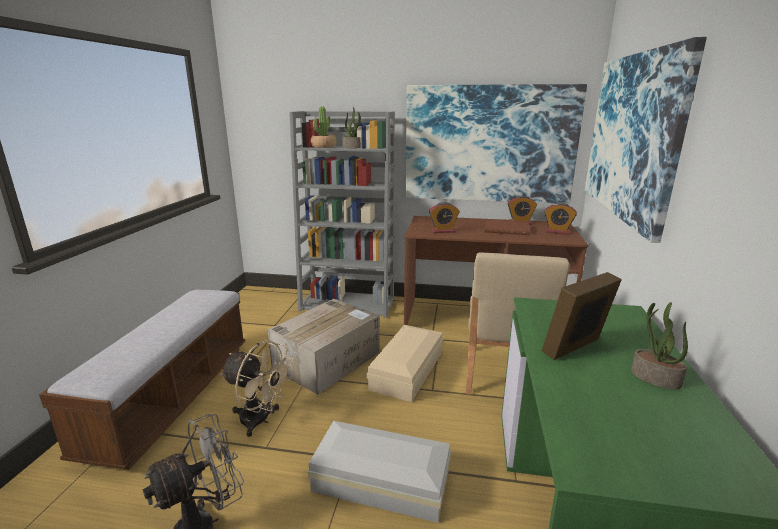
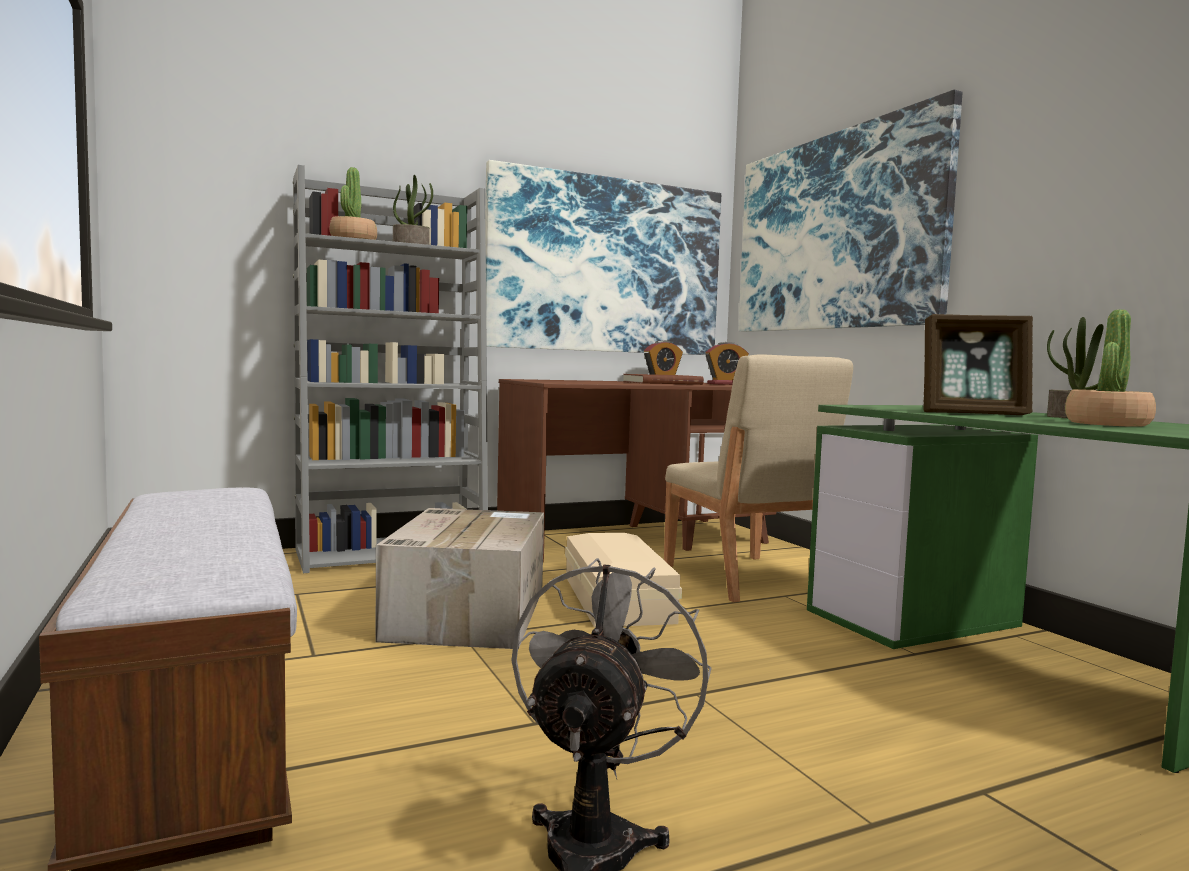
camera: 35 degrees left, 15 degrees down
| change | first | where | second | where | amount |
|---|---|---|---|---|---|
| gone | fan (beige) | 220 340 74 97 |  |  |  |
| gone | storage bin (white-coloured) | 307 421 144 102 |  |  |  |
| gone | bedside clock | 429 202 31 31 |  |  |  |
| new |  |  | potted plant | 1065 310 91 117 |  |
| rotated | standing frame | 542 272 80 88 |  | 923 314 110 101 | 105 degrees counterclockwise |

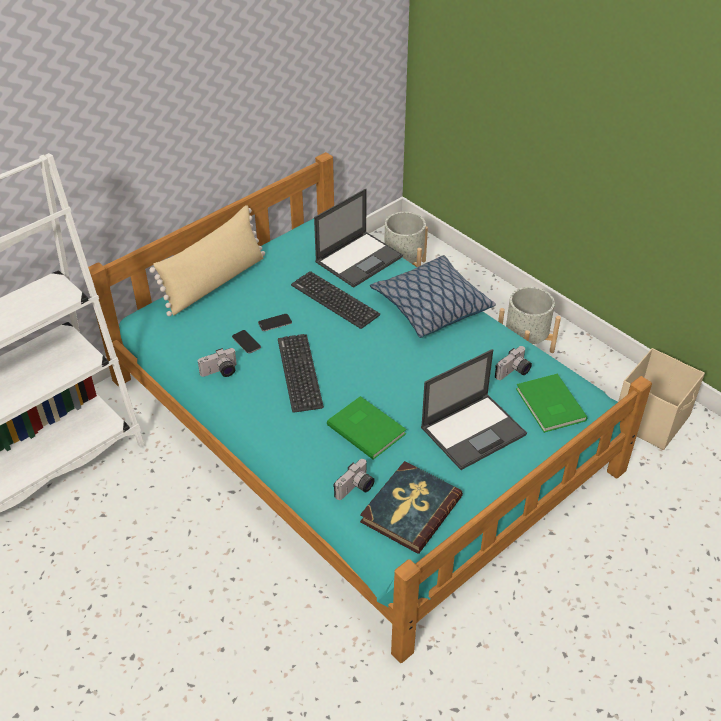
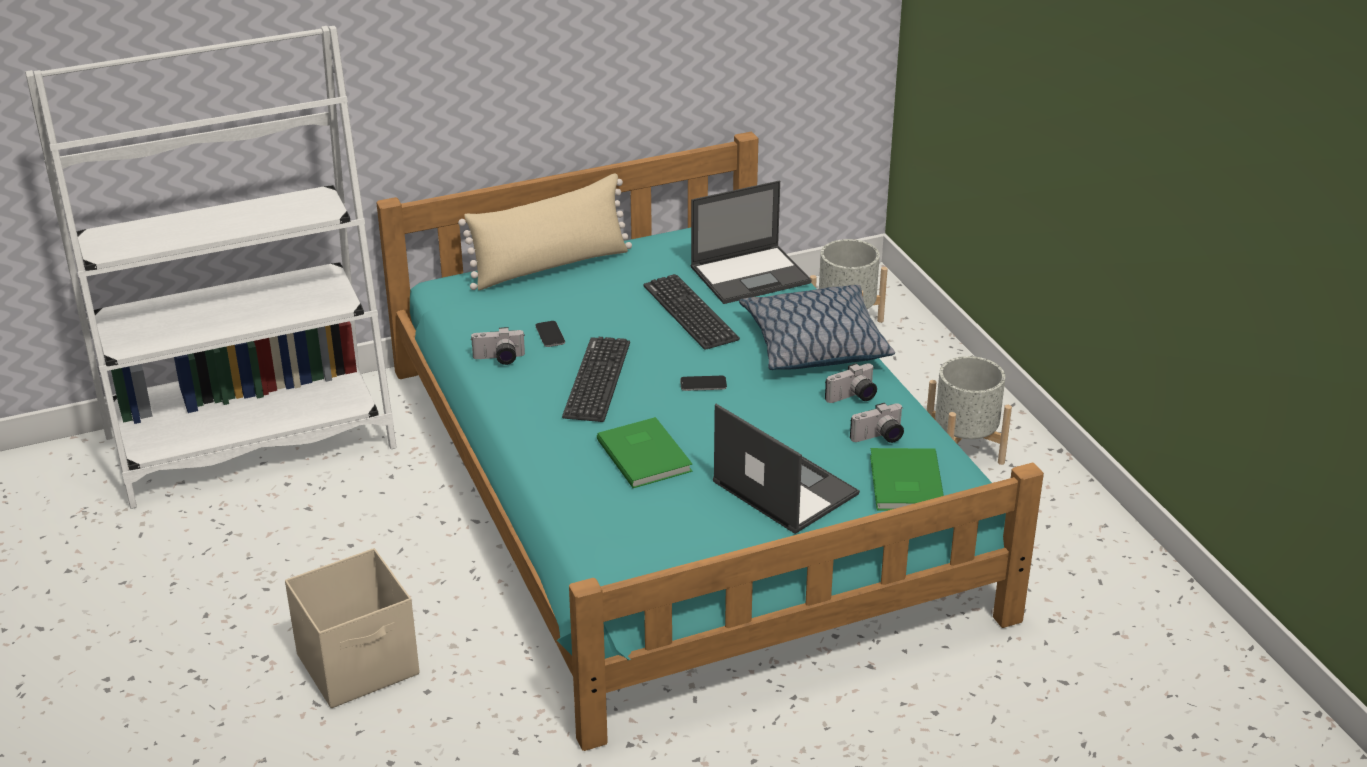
camera: 20 degrees right, 10 degrees down
| change | first | where | second | where | amount |
|---|---|---|---|---|---|
| gone | bound book | 360 461 103 93 |  |  |  |
| shifted | telephone | 258 314 34 17 |  | 680 376 47 15 |  |
| shifted | photo camera | 333 459 42 41 |  | 825 363 52 40 |  |
| shifted | storage bin (beige) | 618 348 87 102 |  | 285 548 134 160 |  |
| rotated | notebook computer | 421 349 106 121 |  | 713 404 147 130 | 120 degrees counterclockwise |

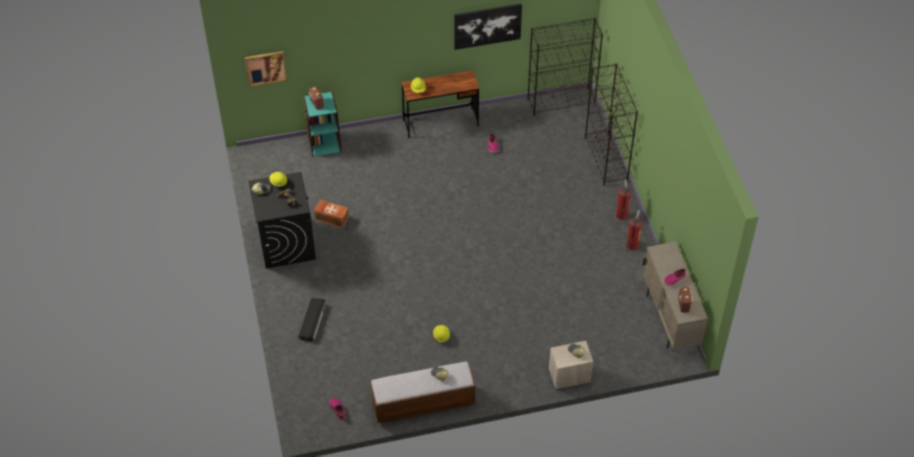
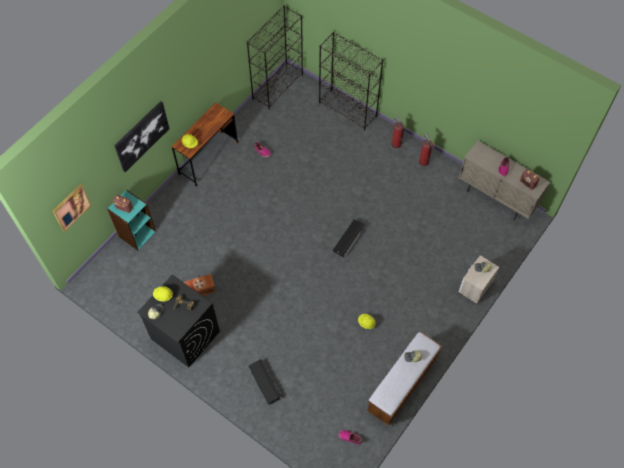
camera: 40 degrees left, 10 degrees up
| change | first | where | second | where | amount |
|---|---|---|---|---|---|
| new |  |  | storage bin (black) | 333 219 32 39 |  |
| shifted | wall picture | 454 4 68 46 |  | 114 101 55 71 |  |

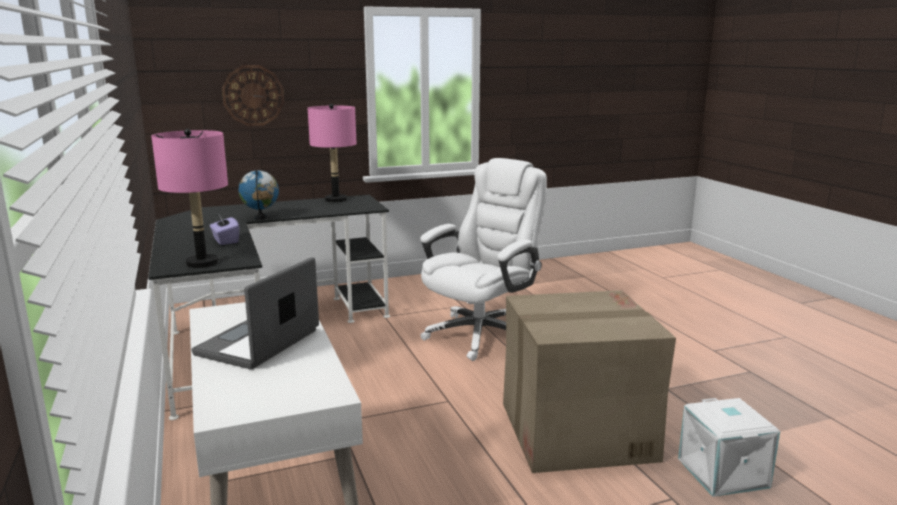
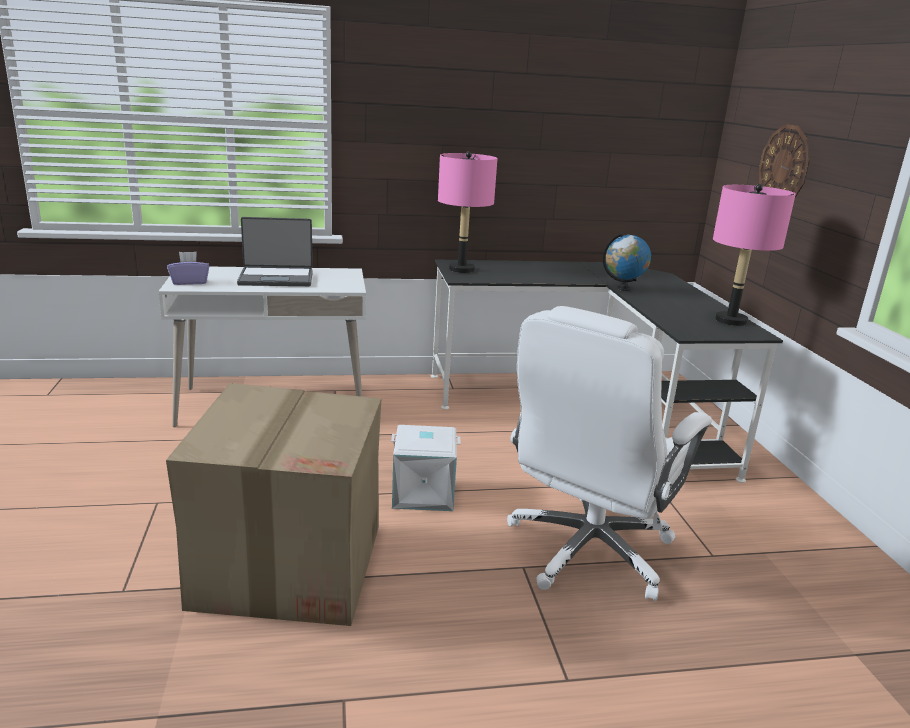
camera: 100 degrees right, 5 degrees up
| change | first | where | second | where | amount |
|---|---|---|---|---|---|
| shifted | tissue box (purple) | 210 213 29 32 |  | 167 252 42 33 |  |
| shifted | storage bin (white-coloured) | 678 398 102 99 |  | 391 425 69 86 |  |
| rotated | notebook computer | 191 257 128 112 |  | 237 217 76 69 | 135 degrees clockwise |
| rotated | desk chair (white-coloured) | 420 158 127 203 |  | 507 306 205 295 | 75 degrees clockwise |

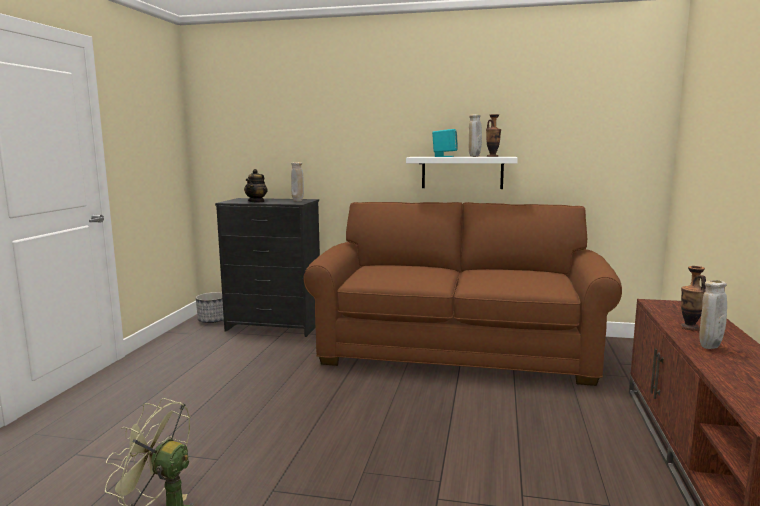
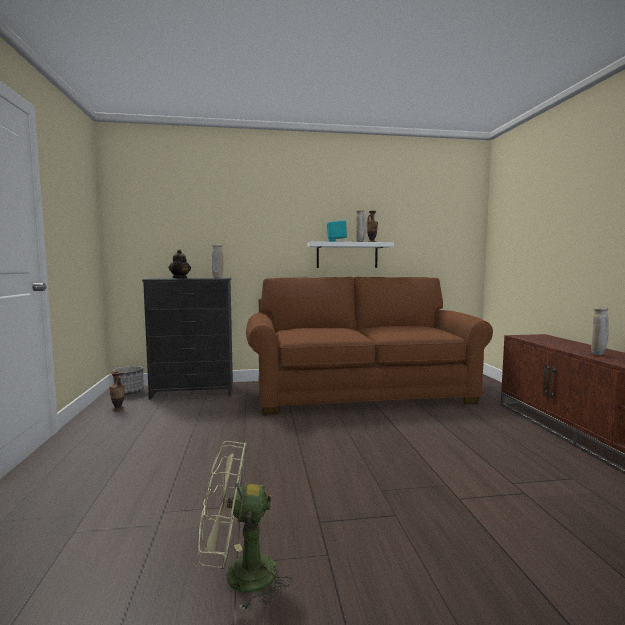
camera: 20 degrees left, 5 degrees down
| change | first | where | second | where | amount |
|---|---|---|---|---|---|
| shifted | flower vase | 680 266 26 64 |  | 109 372 15 39 |  |

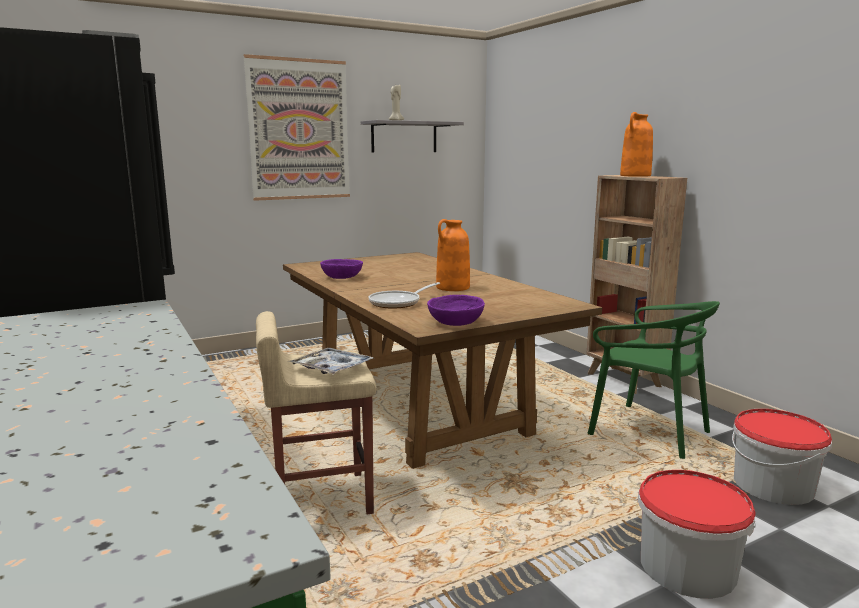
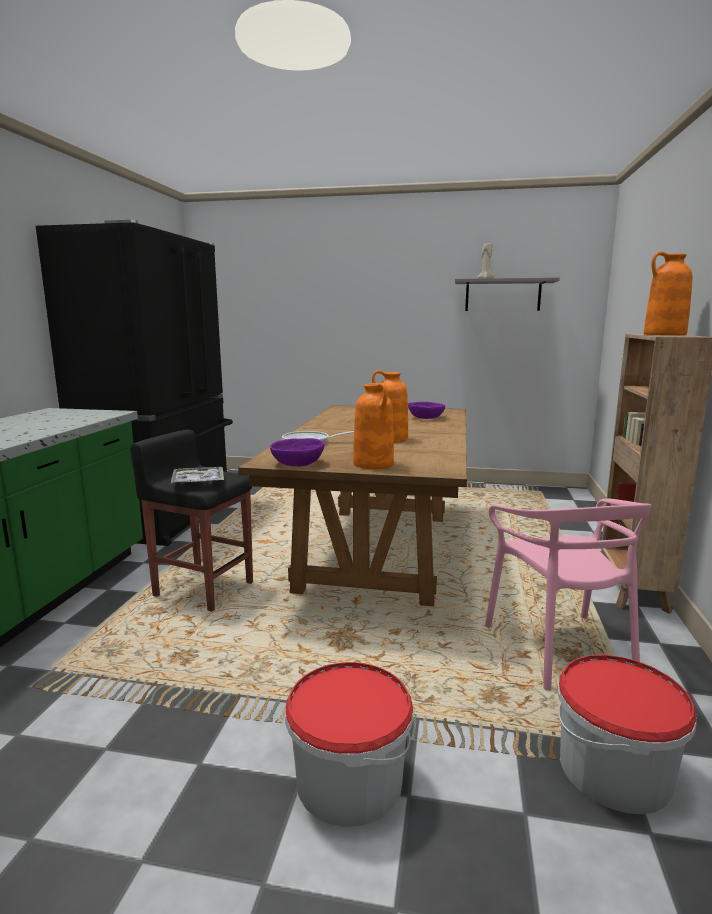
camera: 40 degrees right, 0 degrees up
| change | first | where | second | where | amount |
|---|---|---|---|---|---|
| gone | wall picture | 244 54 106 147 |  |  |  |
| new |  |  | flower vase (orange-coloured) | 353 383 41 86 |  |
| shifted | deep dish (purple) | 320 259 43 20 |  | 408 402 37 17 |  |
| repainted | sitting stool (beige) | 256 311 120 204 | sitting stool (black) | 130 430 123 182 |  |
| repainted | upright chair (green-coloured) | 588 301 132 158 | upright chair (pink-coloured) | 485 498 167 193 |  |

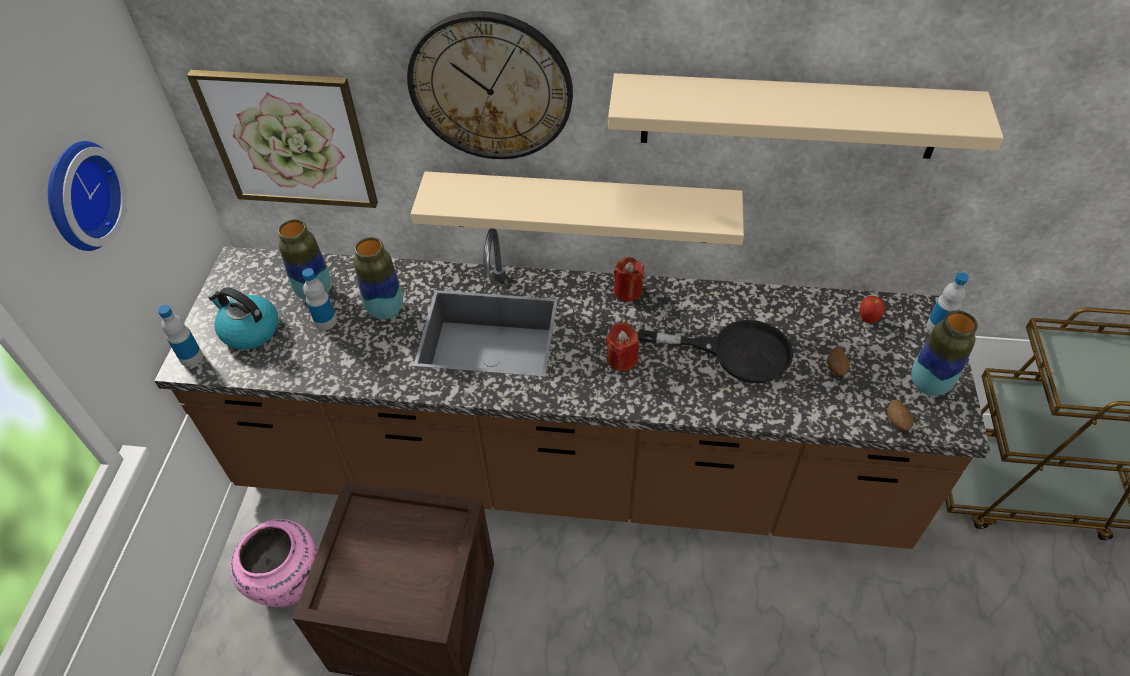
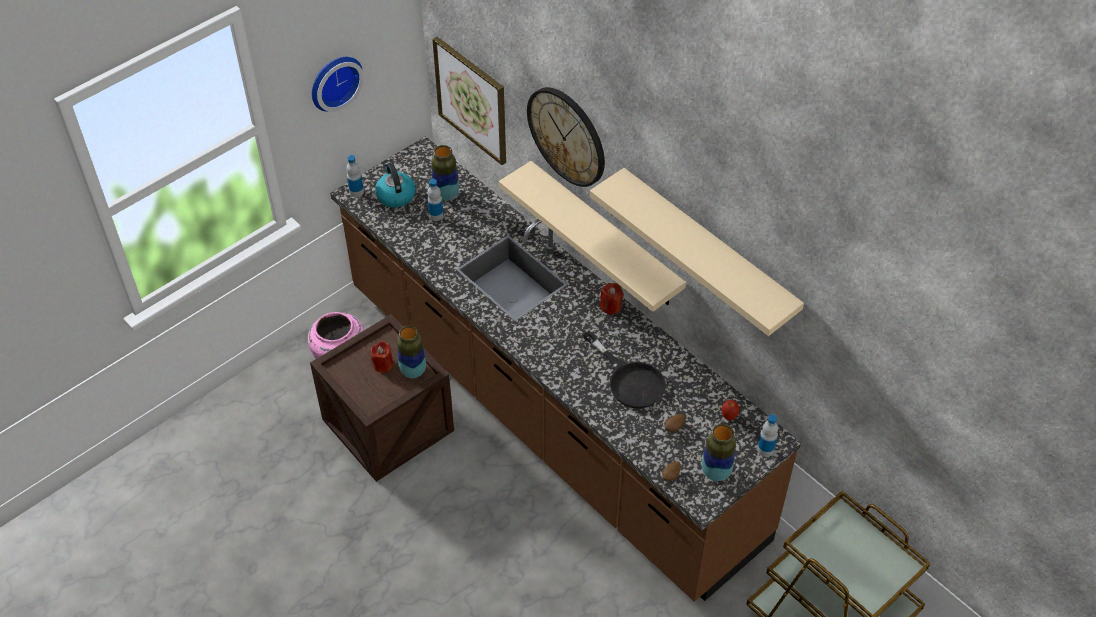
camera: 40 degrees right, 0 degrees up
| change | first | where | second | where | amount |
|---|---|---|---|---|---|
| shifted | flower vase | 354 237 49 82 |  | 397 326 29 52 |  |
| shifted | wax light (reddish) | 606 322 33 49 |  | 371 341 22 32 |  |

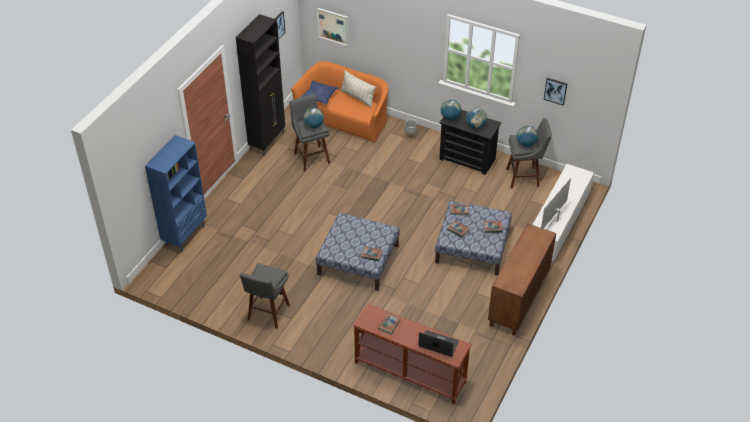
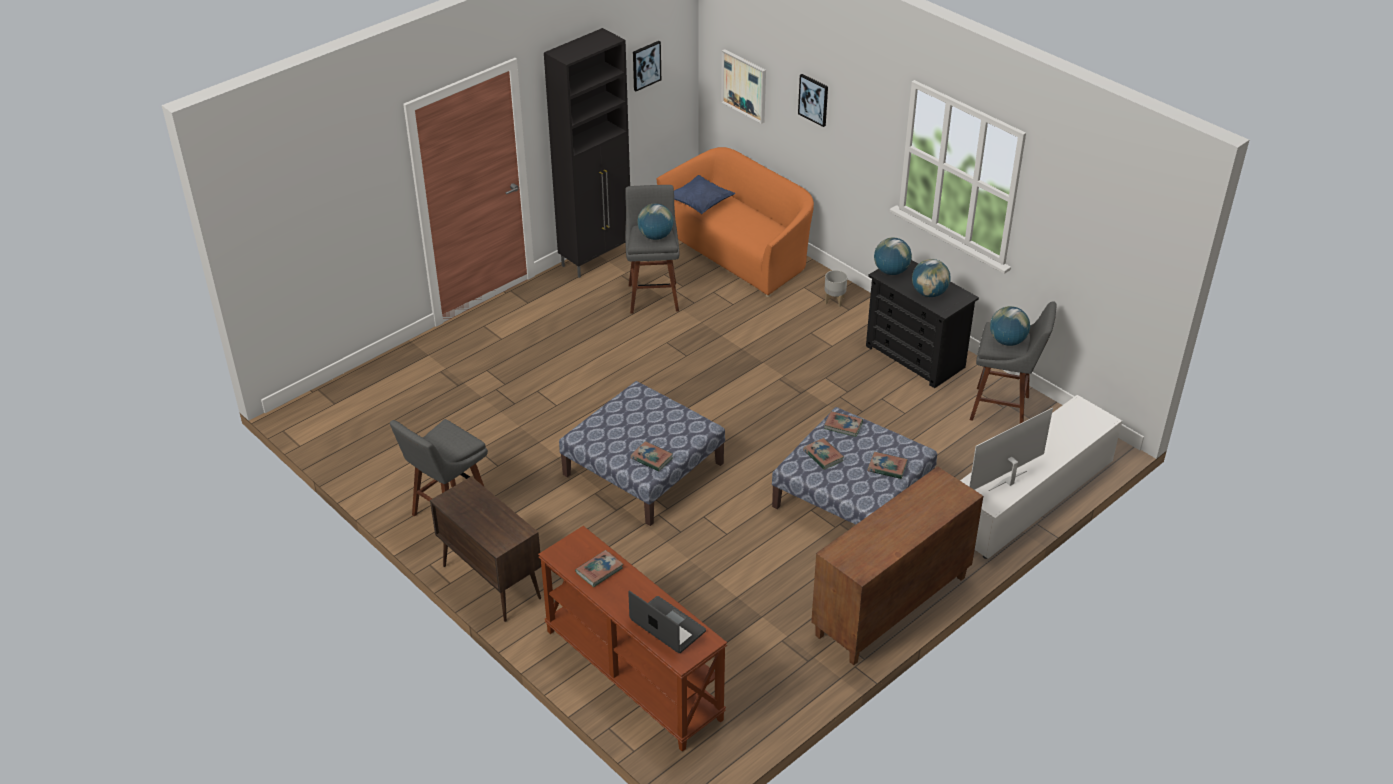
camera: 20 degrees right, 5 degrees down
| change | first | where | second | where | amount |
|---|---|---|---|---|---|
| gone | shelving unit (blue-coloured) | 145 135 62 117 |  |  |  |
| gone | cushion | 340 71 36 37 |  |  |  |
| new |  |  | cabinet (brown-coloured) | 430 476 111 146 |  |
| shifted | wall picture | 544 78 23 28 |  | 798 74 30 53 |  |

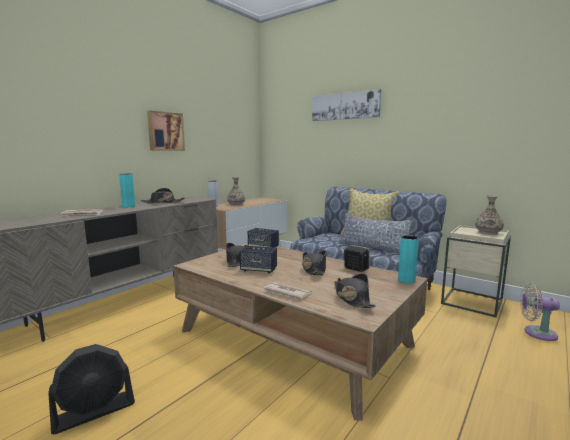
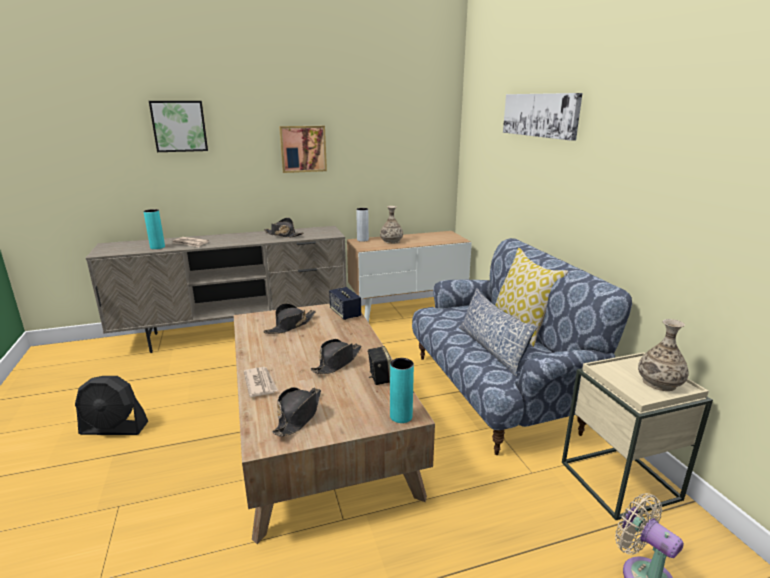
camera: 35 degrees right, 10 degrees up
| change | first | where | second | where | amount |
|---|---|---|---|---|---|
| gone | speaker | 240 246 37 27 |  |  |  |
| new |  |  | wall picture | 149 101 59 51 |  |
| shifted | flower vase (turquoise-coloured) | 119 173 16 34 |  | 143 209 22 40 |  |

